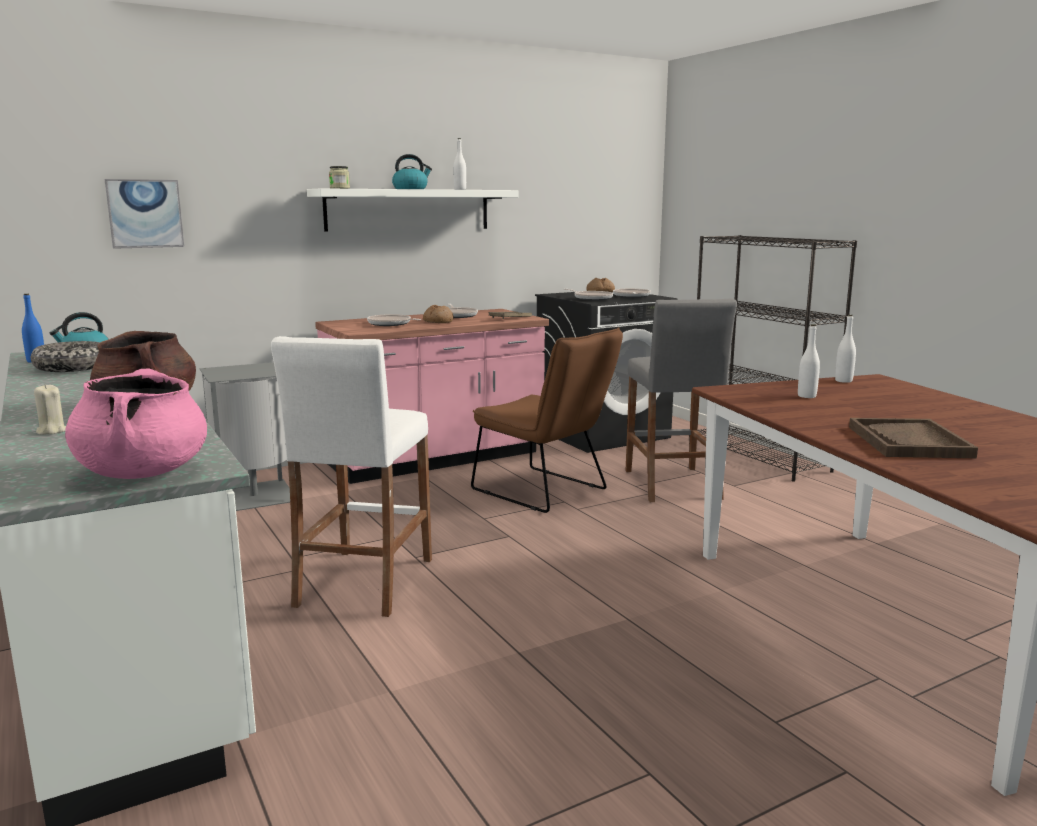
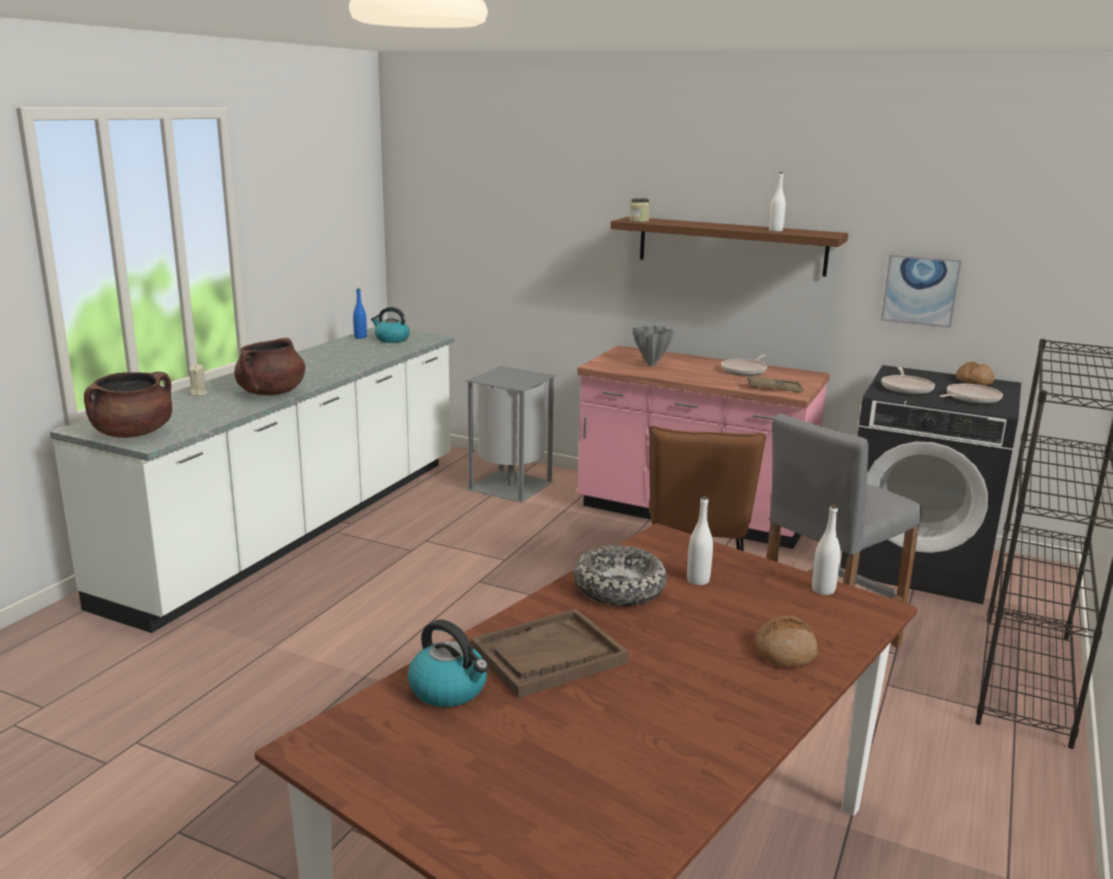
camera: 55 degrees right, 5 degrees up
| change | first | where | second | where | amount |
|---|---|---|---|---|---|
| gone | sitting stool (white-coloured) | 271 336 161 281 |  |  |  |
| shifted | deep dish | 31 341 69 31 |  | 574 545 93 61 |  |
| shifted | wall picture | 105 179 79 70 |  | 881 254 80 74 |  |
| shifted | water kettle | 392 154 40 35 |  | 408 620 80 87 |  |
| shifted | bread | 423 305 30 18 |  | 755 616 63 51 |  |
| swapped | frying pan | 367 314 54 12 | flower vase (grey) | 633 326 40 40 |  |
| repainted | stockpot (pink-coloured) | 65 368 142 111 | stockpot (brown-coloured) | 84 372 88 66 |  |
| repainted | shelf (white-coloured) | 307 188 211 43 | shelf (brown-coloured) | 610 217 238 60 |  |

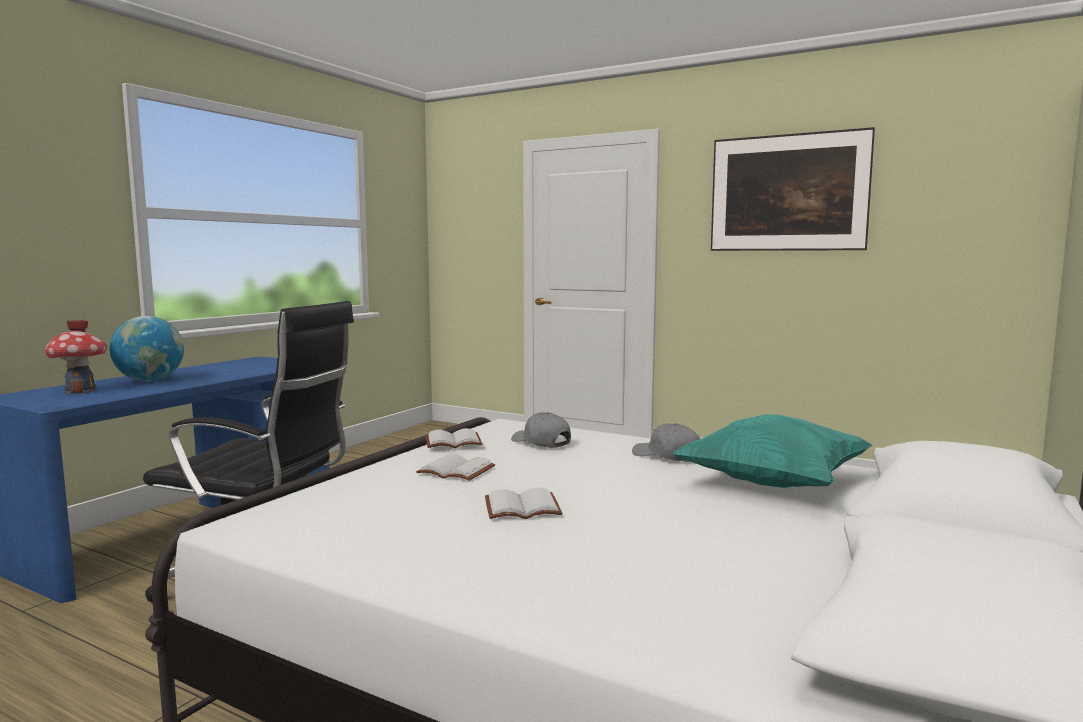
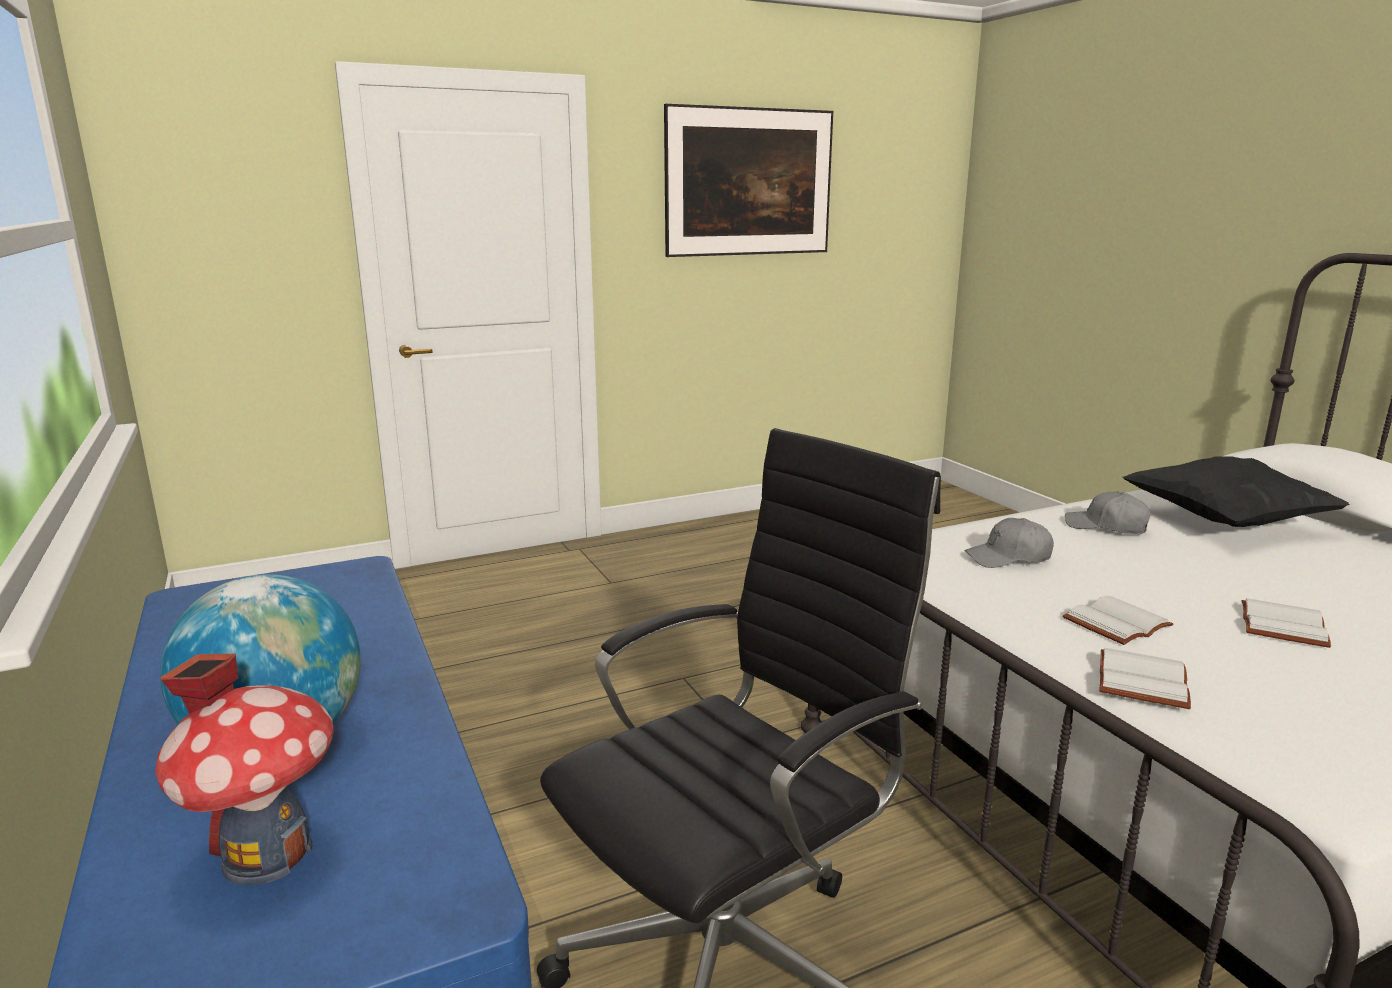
camera: 55 degrees left, 10 degrees up
| change | first | where | second | where | amount |
|---|---|---|---|---|---|
| shifted | bound book (white-coloured) | 426 428 56 20 |  | 1099 648 92 61 |  |
| repainted | cushion (turquoise-coloured) | 672 414 200 74 | cushion (black) | 1122 456 228 71 |  |
| rotated | cap (grey) | 632 423 68 39 |  | 1065 492 86 42 | 45 degrees clockwise |

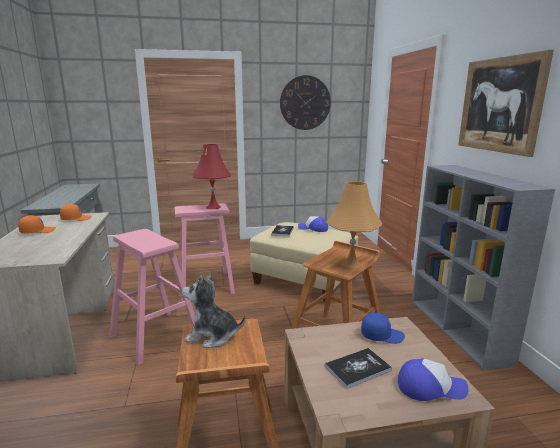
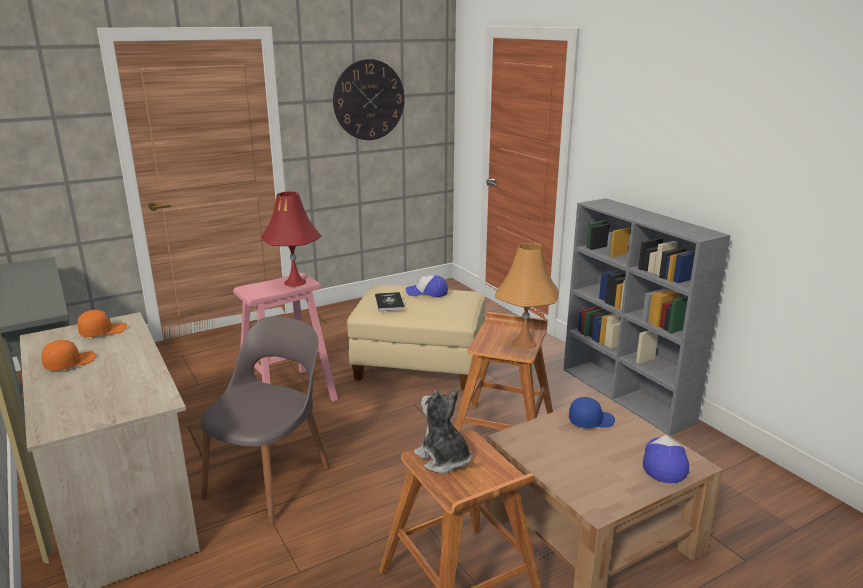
camera: 20 degrees left, 5 degrees up
| change | first | where | second | where | amount |
|---|---|---|---|---|---|
| gone | bound book | 325 348 67 41 |  |  |  |
| gone | wall picture | 458 50 96 107 |  |  |  |
| swapped | sitting stool (pink-coloured) | 109 229 86 137 | upright chair (grey) | 201 316 129 208 |  |
| rotated | soft toy | 182 273 64 75 |  | 414 390 58 83 | 60 degrees clockwise |
| rotated | cap | 398 358 70 43 |  | 643 435 46 48 | 60 degrees counterclockwise |

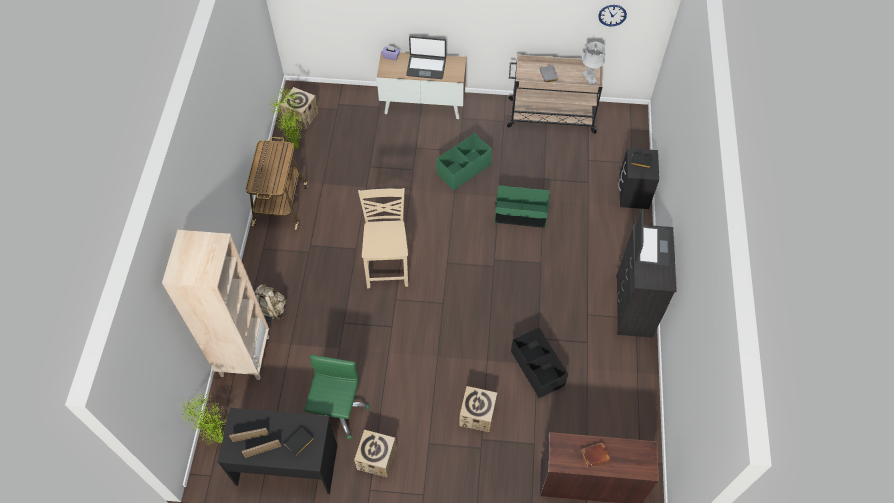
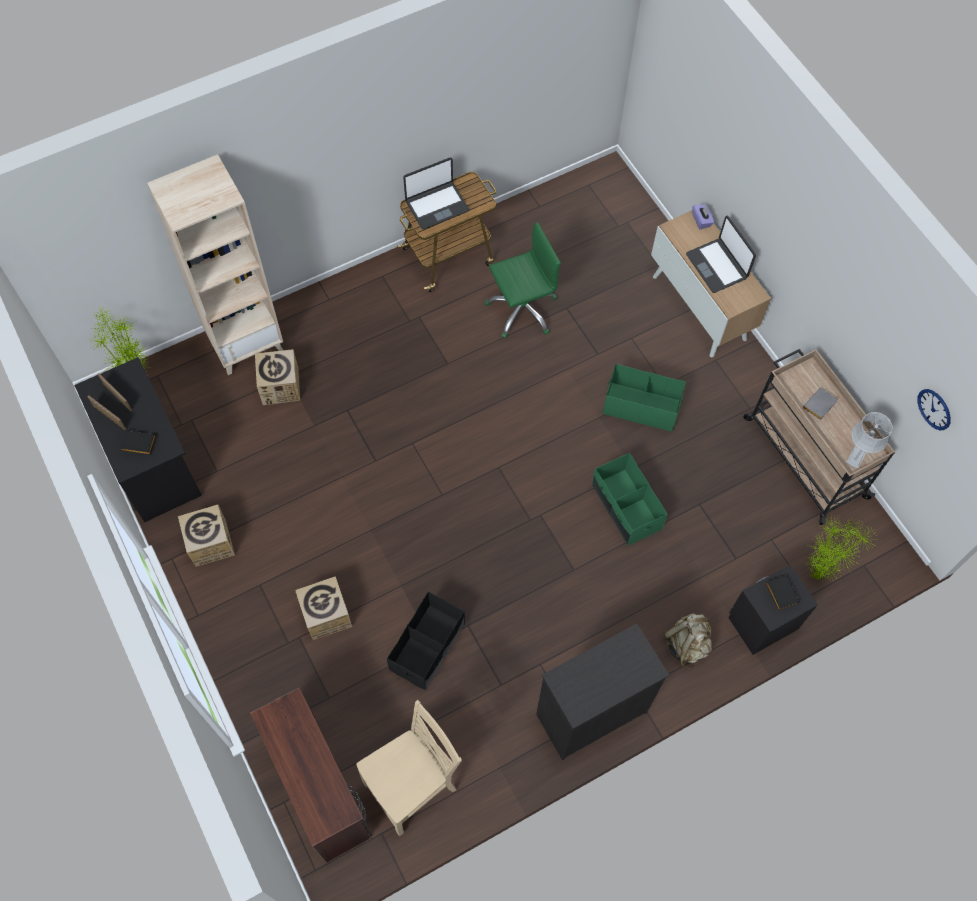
camera: 55 degrees right, 5 degrees up
| change | first | where | second | where | amount |
|---|---|---|---|---|---|
| gone | bound book (brown-coloured) | 581 442 29 26 |  |  |  |
| shifted | rucksack (beige) | 255 284 31 36 |  | 664 613 48 55 |  |
| shifted | potted plant | 268 87 36 63 |  | 806 516 71 64 |  |
| shifted | cardboard box | 280 87 38 43 |  | 255 349 45 56 |  |
| shifted | desk chair (green-coloured) | 304 355 66 84 |  | 485 222 76 116 |  |
| shifted | upright chair (beige) | 358 188 50 100 |  | 356 700 106 136 |  |
| shifted | notebook computer | 635 209 35 57 |  | 403 158 66 71 |  |

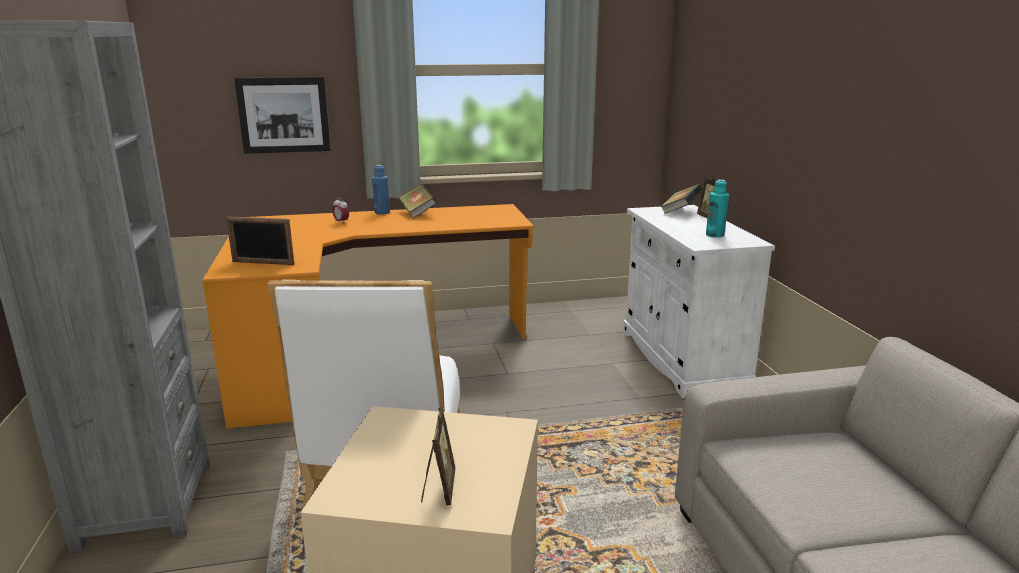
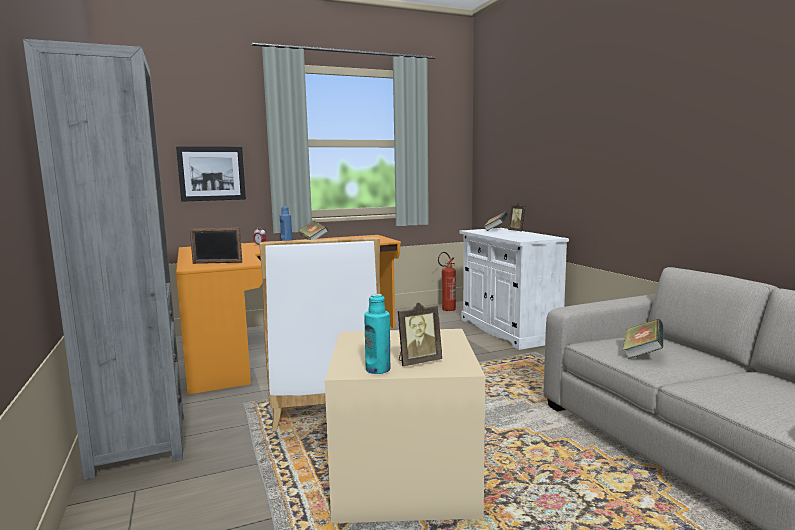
camera: 10 degrees left, 10 degrees down
| change | first | where | second | where | amount |
|---|---|---|---|---|---|
| new |  |  | fire extinguisher | 438 252 18 59 |  |
| new |  |  | bound book | 623 319 40 40 |  |
| shifted | bottle (turquoise-coloured) | 706 180 23 58 |  | 365 294 25 80 |  |
| rotated | standing frame | 421 407 35 98 |  | 398 302 44 64 | 75 degrees clockwise |

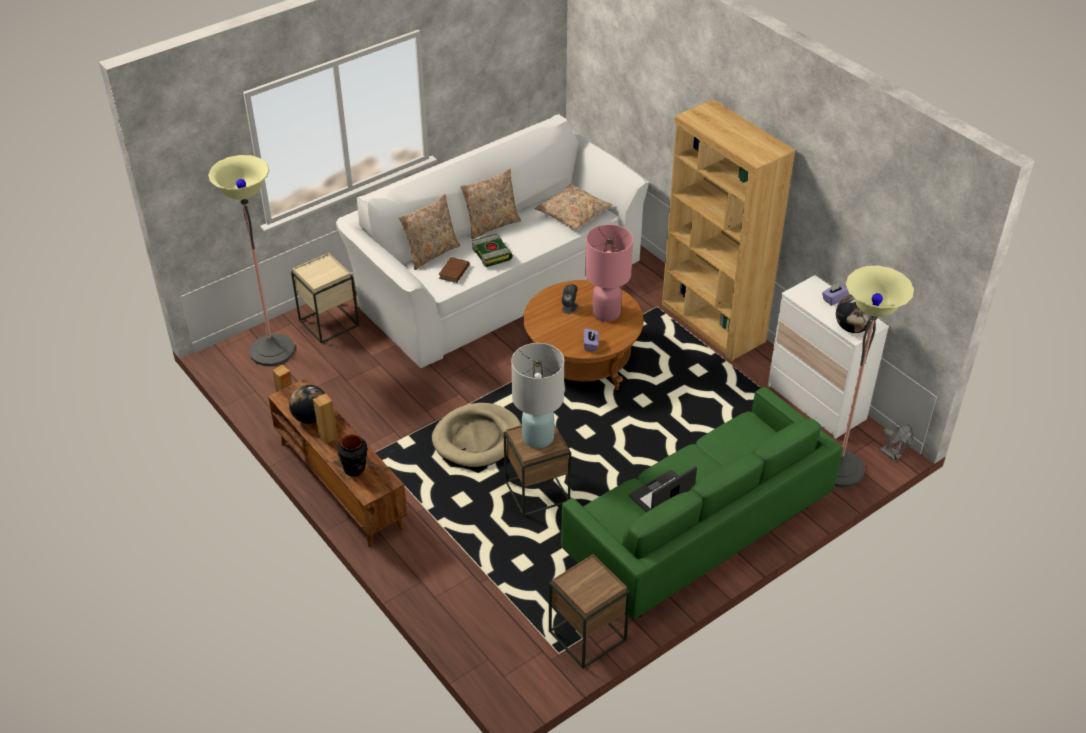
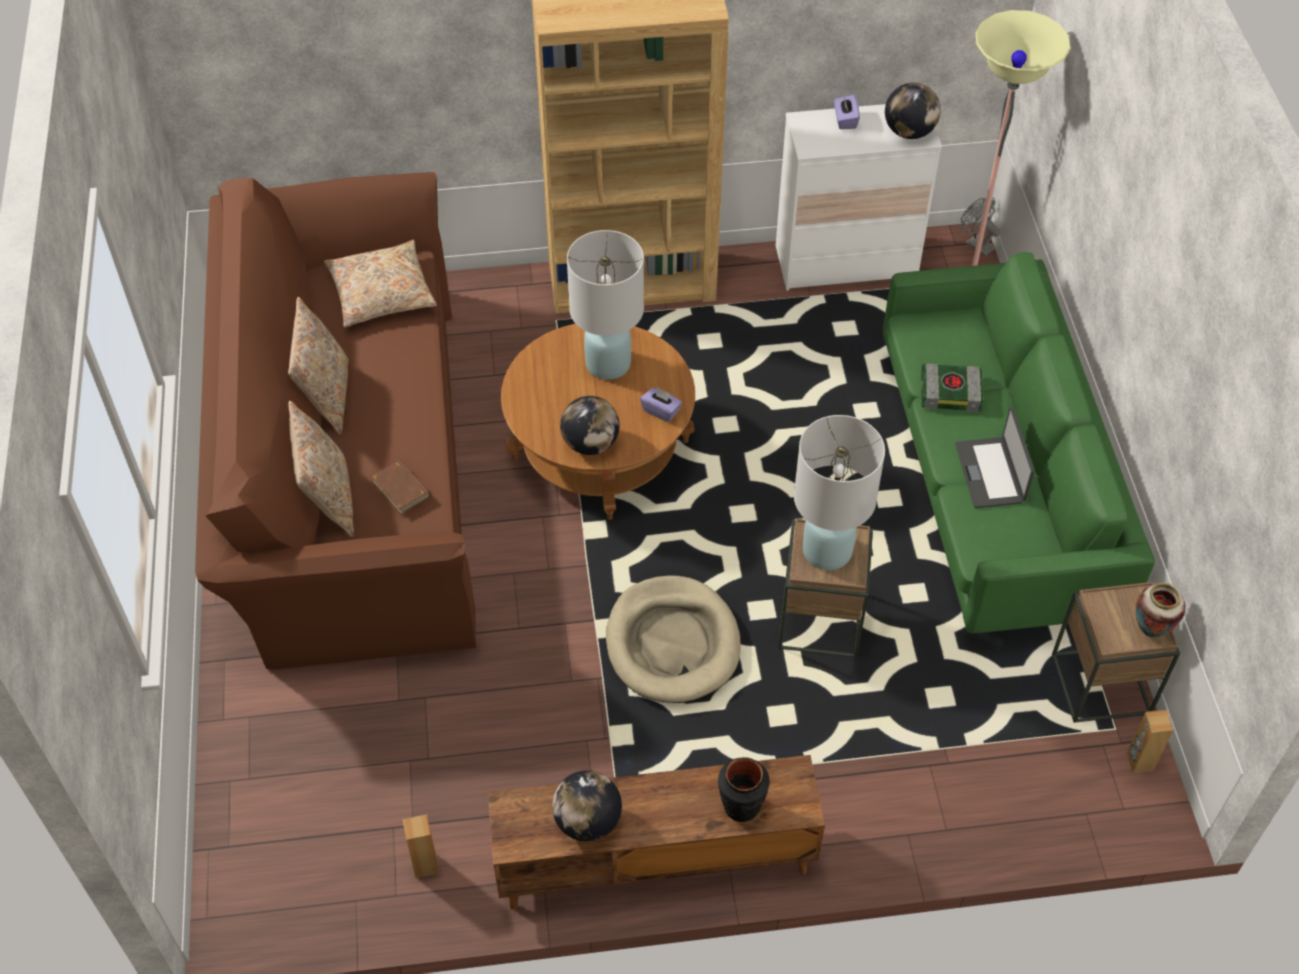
camera: 60 degrees left, 10 degrees up
| change | first | where | second | where | amount |
|---|---|---|---|---|---|
| gone | standing lamp | 208 155 87 211 |  |  |  |
| gone | accent table (beige) | 291 253 68 91 |  |  |  |
| gone | speaker (grey) | 561 284 17 30 |  |  |  |
| new |  |  | world globe | 560 396 60 59 |  |
| new |  |  | flower vase | 1136 582 49 55 |  |
| shifted | speaker (brown-coloured) | 313 393 25 51 |  | 1127 710 46 64 |  |
| shifted | bound book | 472 234 41 33 |  | 921 363 63 49 |  |
| repainted | couch (white-coloured) | 336 114 313 254 | couch (brown-coloured) | 195 172 281 497 |  |
| repainted | lamp for a table (pink-coloured) | 585 224 48 98 | lamp for a table (white-coloured) | 567 230 77 150 |  |
| rotated | fan (grey) | 880 424 33 38 |  | 961 197 39 59 | 120 degrees counterclockwise |

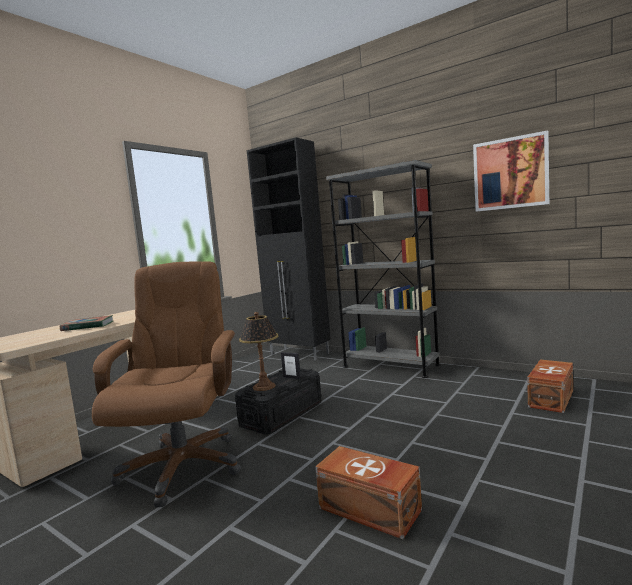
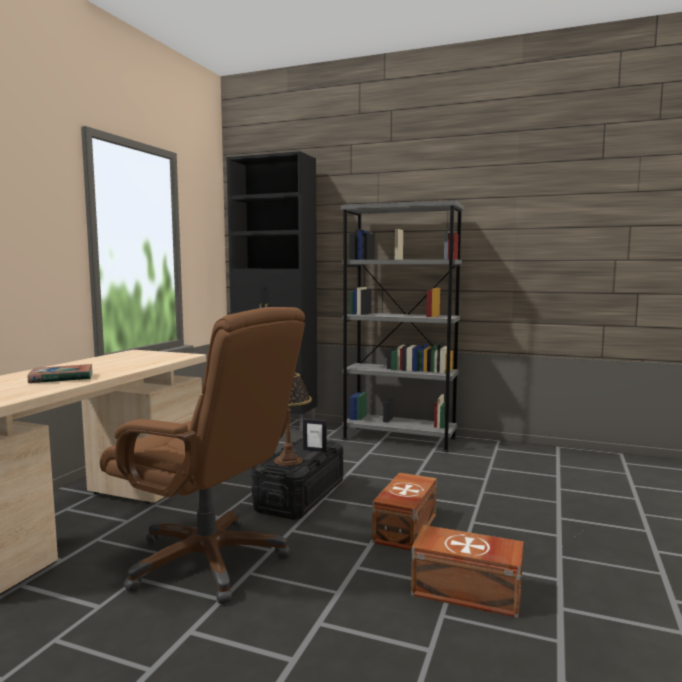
camera: 15 degrees left, 0 degrees up
| change | first | where | second | where | amount |
|---|---|---|---|---|---|
| gone | wall picture | 473 130 76 82 |  |  |  |
| shifted | storage bin (brown-coloured) | 527 360 46 53 |  | 372 473 65 78 |  |
| rotated | desk chair (brown-coloured) | 92 261 149 247 |  | 100 307 205 297 | 135 degrees clockwise |

